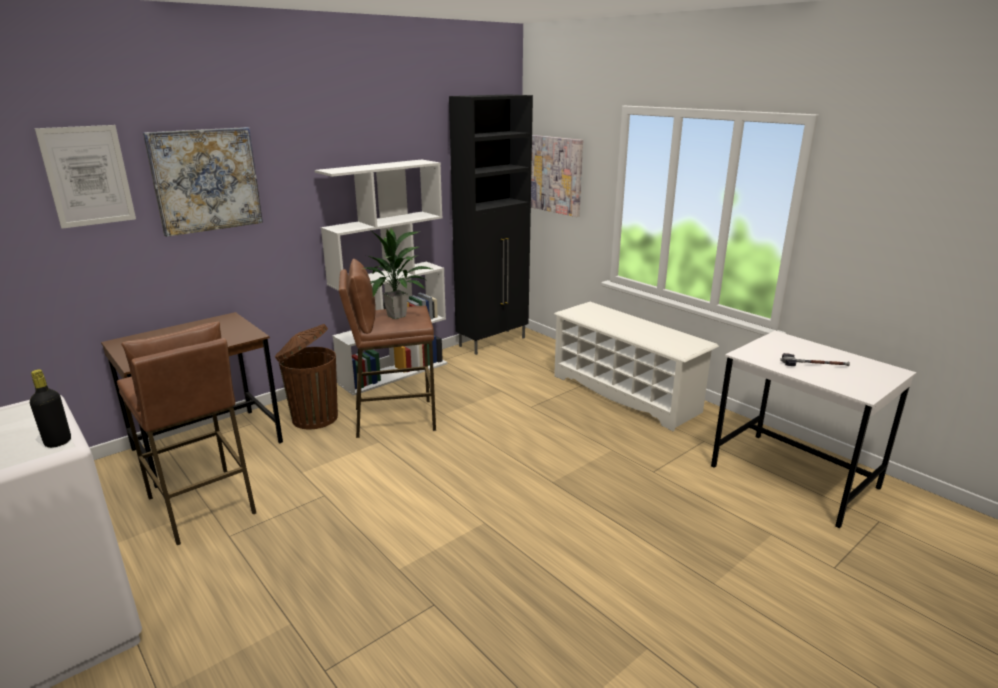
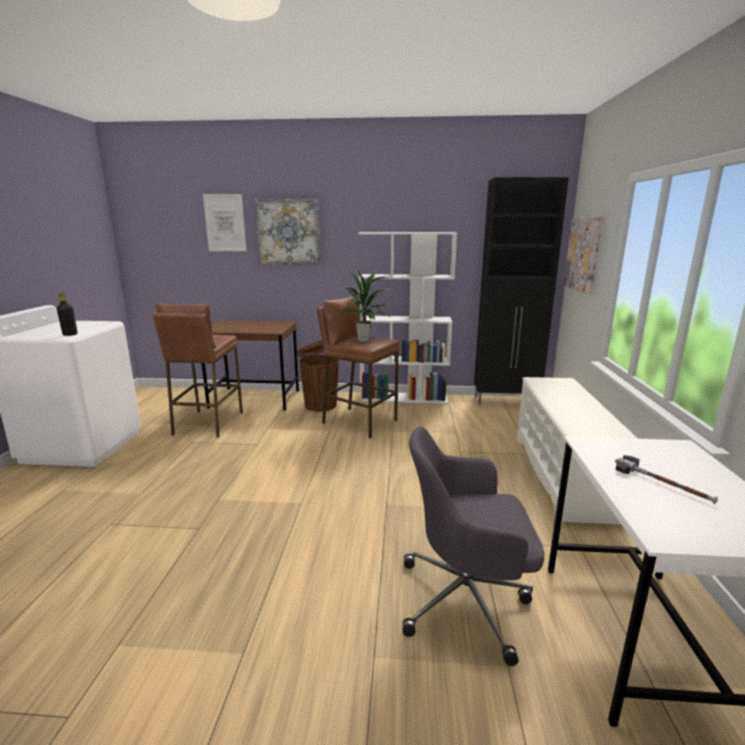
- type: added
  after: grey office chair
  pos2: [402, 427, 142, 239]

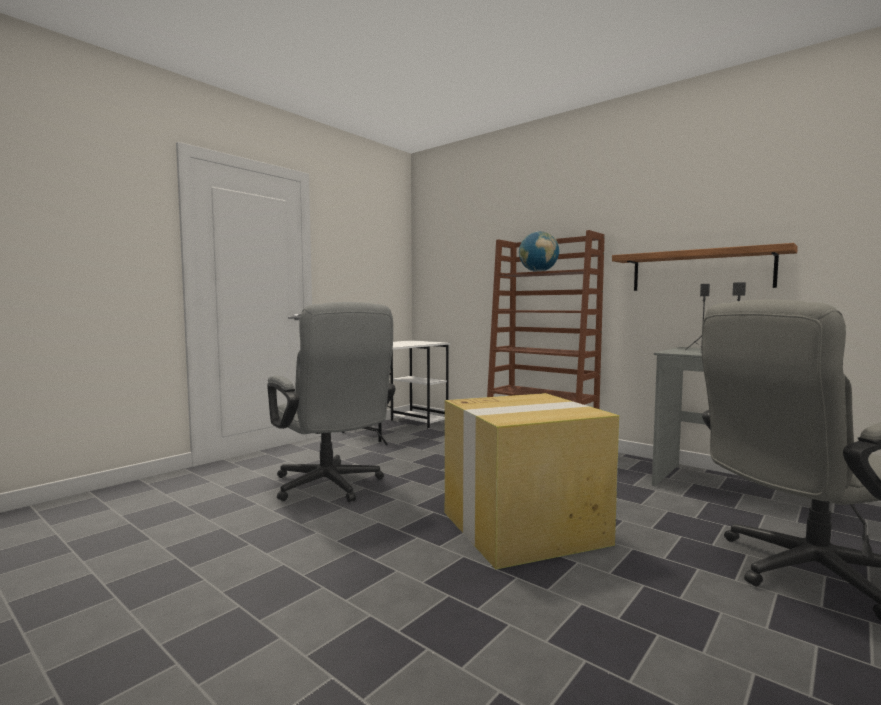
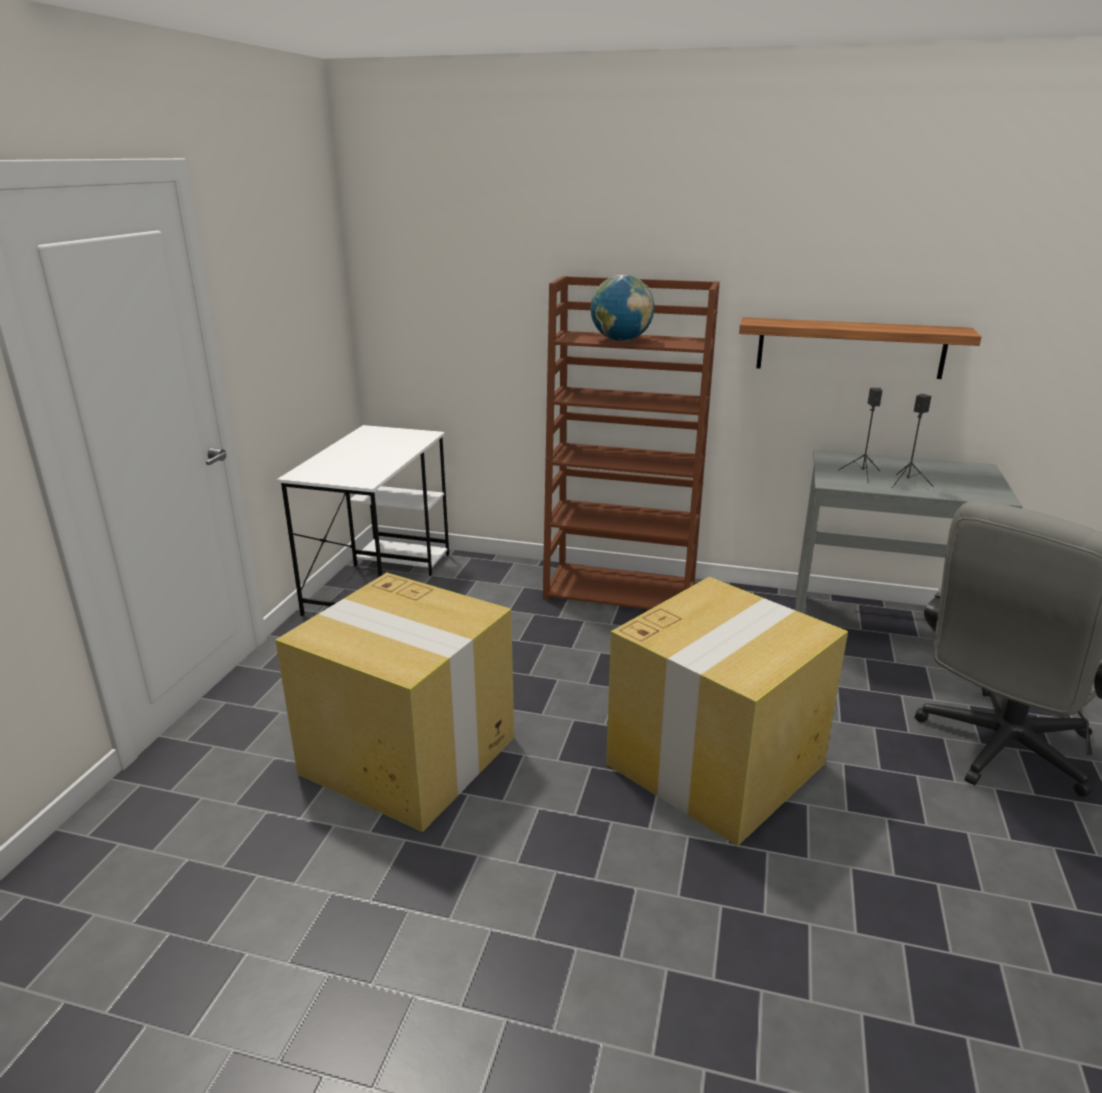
- type: replaced
  before: grey office chair
  after: cardboard box
  pos1: [267, 302, 128, 200]
  pos2: [275, 573, 239, 259]

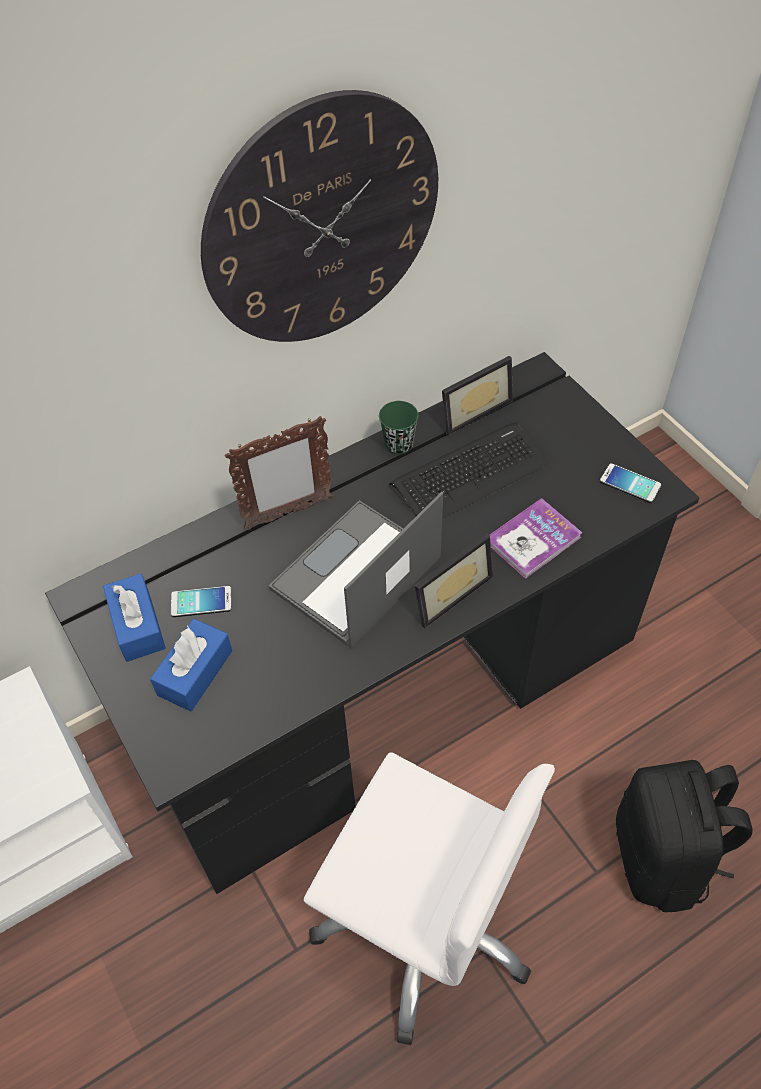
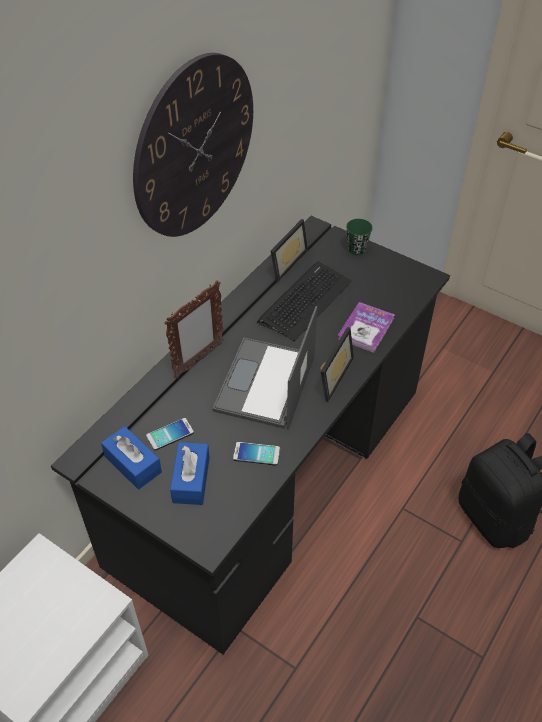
- type: moved
  before: phone
  pos1: [600, 463, 61, 40]
  pos2: [233, 442, 47, 24]
- type: moved
  before: green cup
  pos1: [379, 401, 40, 54]
  pos2: [346, 219, 27, 36]
- type: removed
  before: white office chair
  pos1: [304, 752, 251, 293]

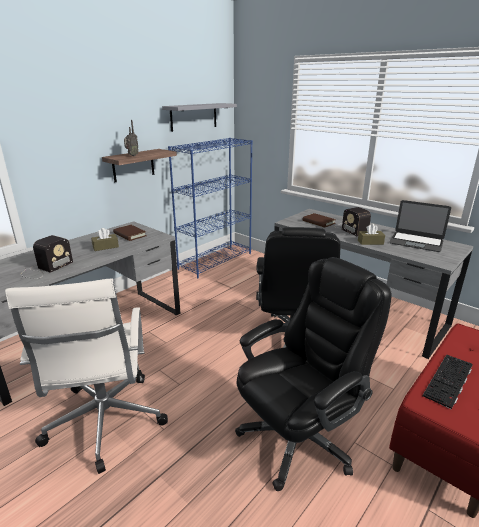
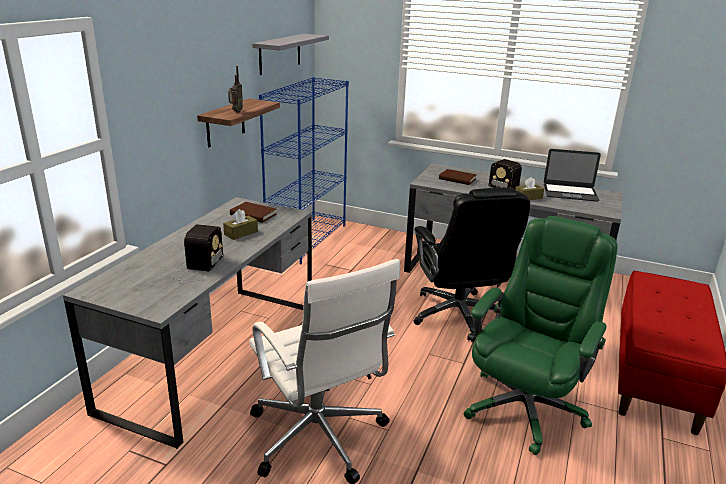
- type: recoloured
  before: black office chair
  after: green office chair
  pos1: [235, 257, 157, 234]
  pos2: [463, 216, 155, 239]
- type: removed
  before: keyboard
  pos1: [422, 354, 51, 56]

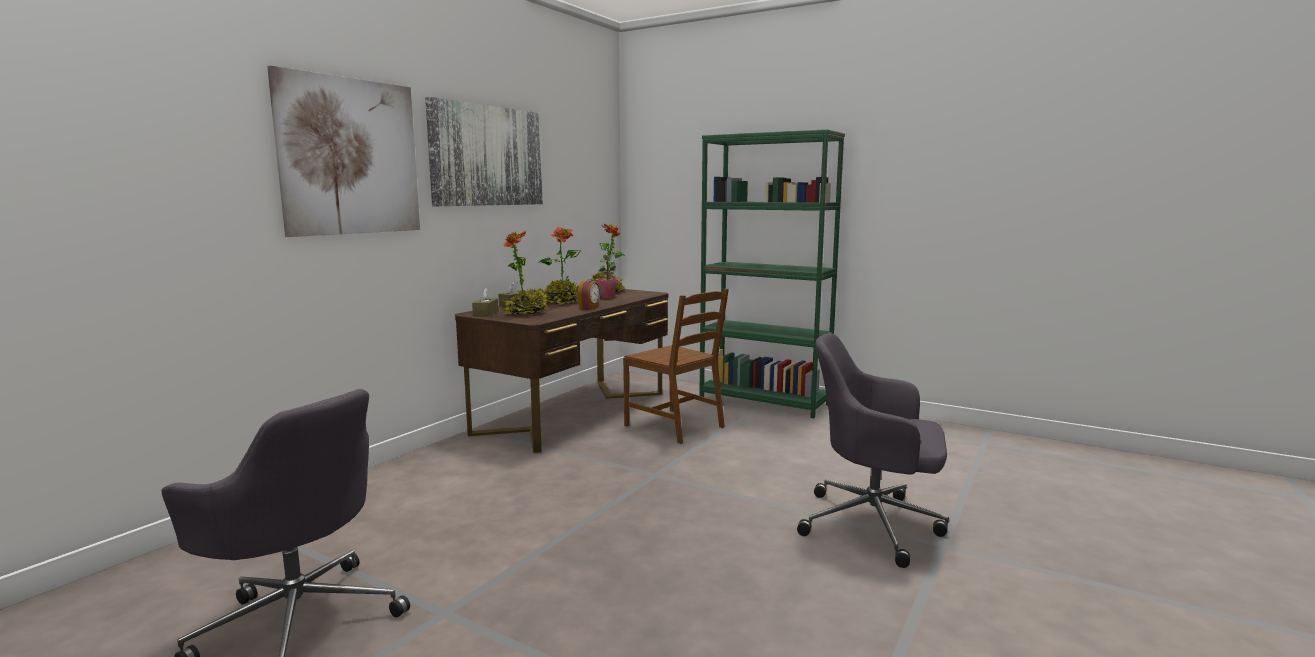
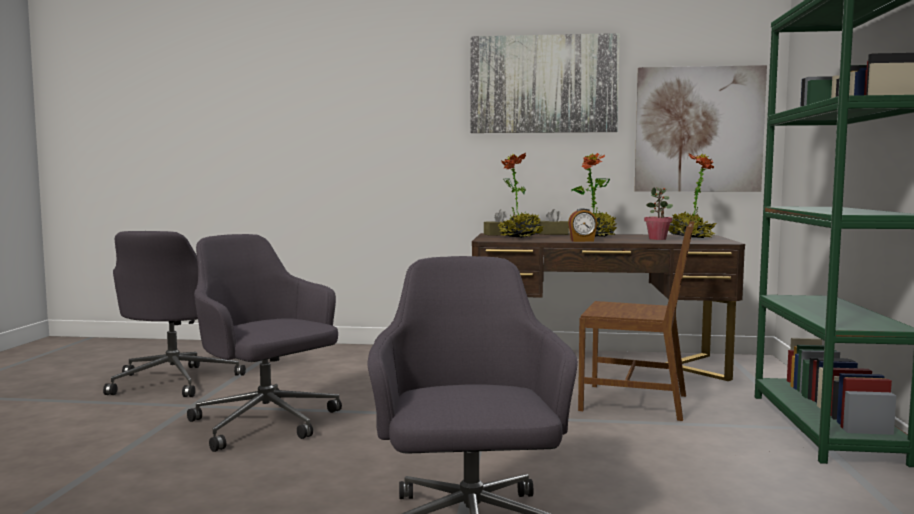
- type: added
  after: grey office chair
  pos2: [187, 234, 155, 218]
- type: turned
  before: brown chair
  pos1: [623, 289, 106, 155]
  pos2: [578, 221, 116, 200]
  turn: -90
- type: moved
  before: picture
  pos1: [267, 65, 153, 172]
  pos2: [635, 65, 132, 127]

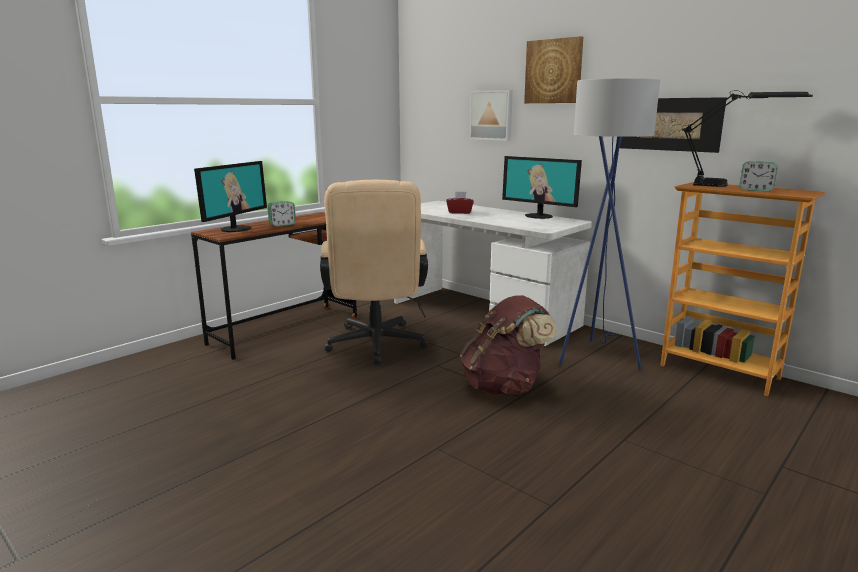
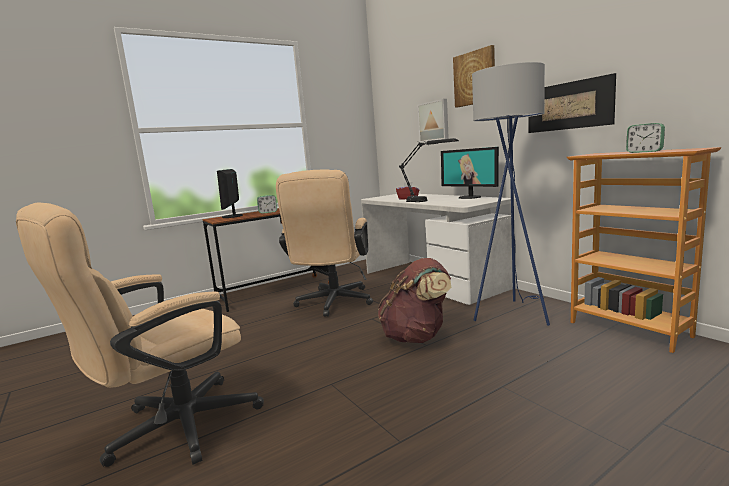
- type: added
  after: beige office chair
  pos2: [16, 203, 248, 264]
- type: turned
  before: monitor
  pos1: [194, 161, 73, 71]
  pos2: [217, 169, 26, 49]
  turn: 135
- type: moved
  before: black table lamp
  pos1: [682, 91, 131, 96]
  pos2: [399, 138, 60, 64]

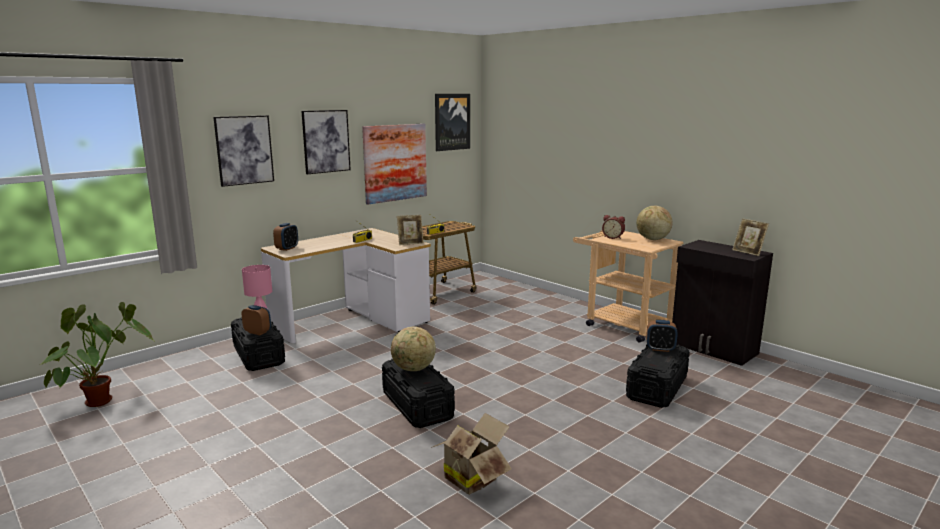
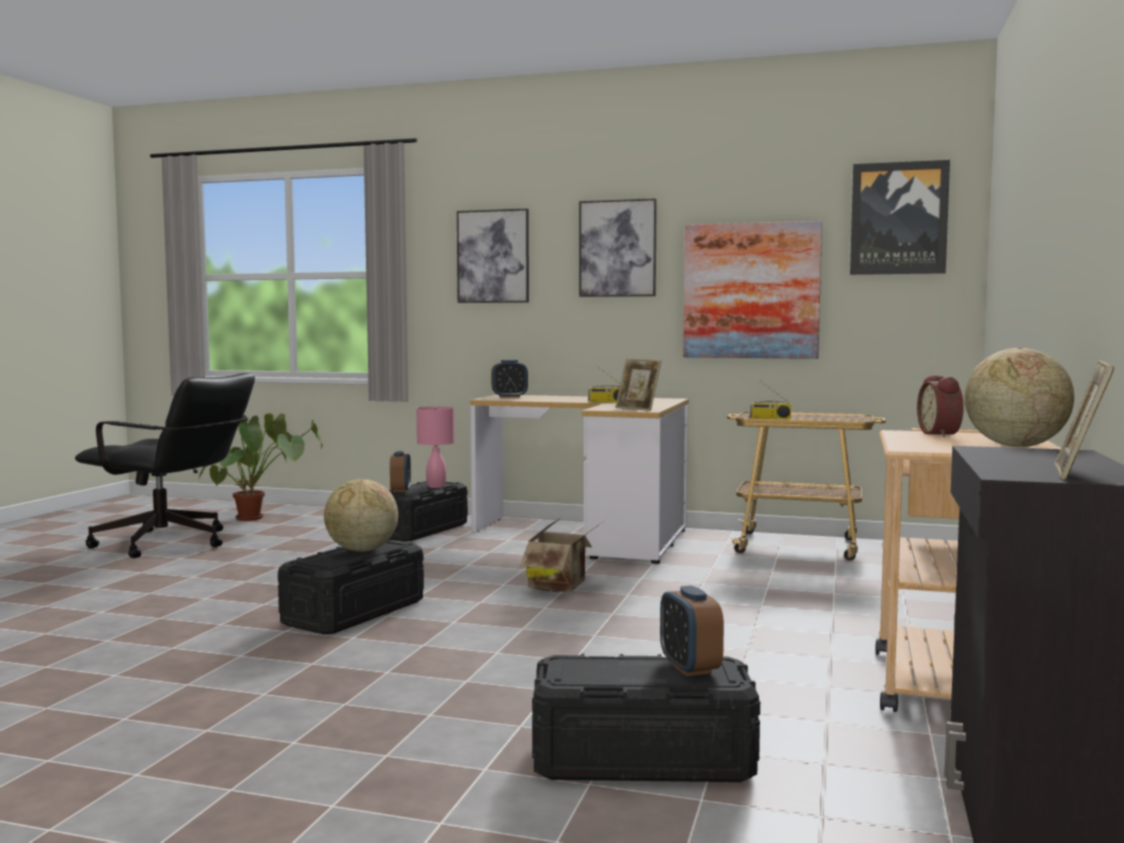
- type: added
  after: black office chair
  pos2: [75, 373, 180, 185]
- type: moved
  before: cardboard box
  pos1: [431, 413, 81, 82]
  pos2: [520, 518, 84, 74]

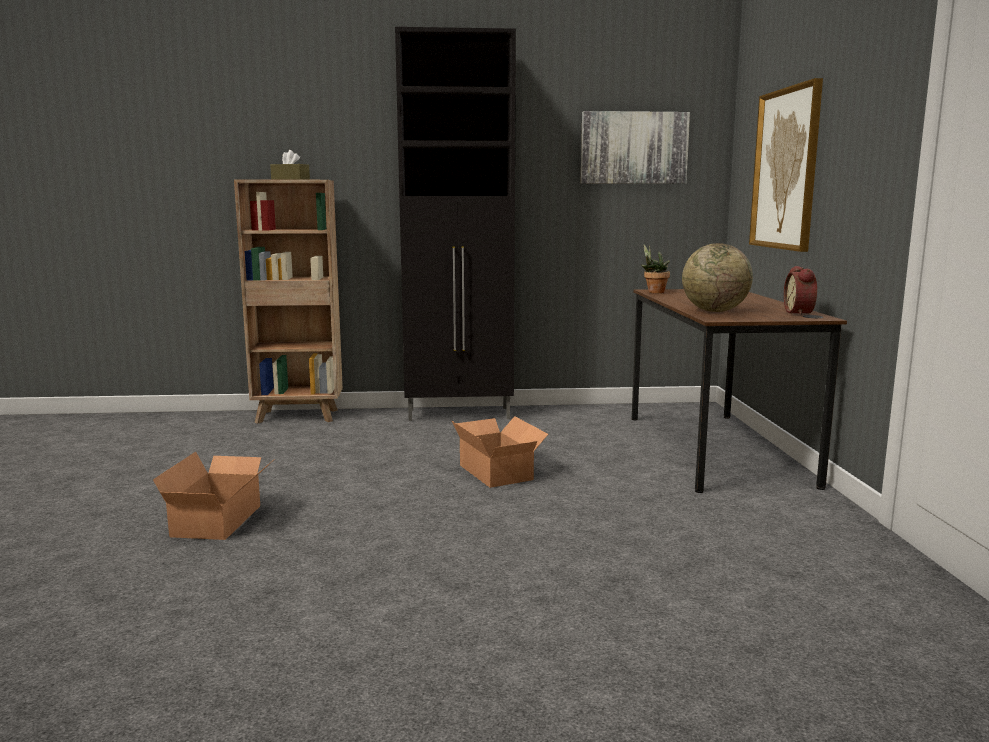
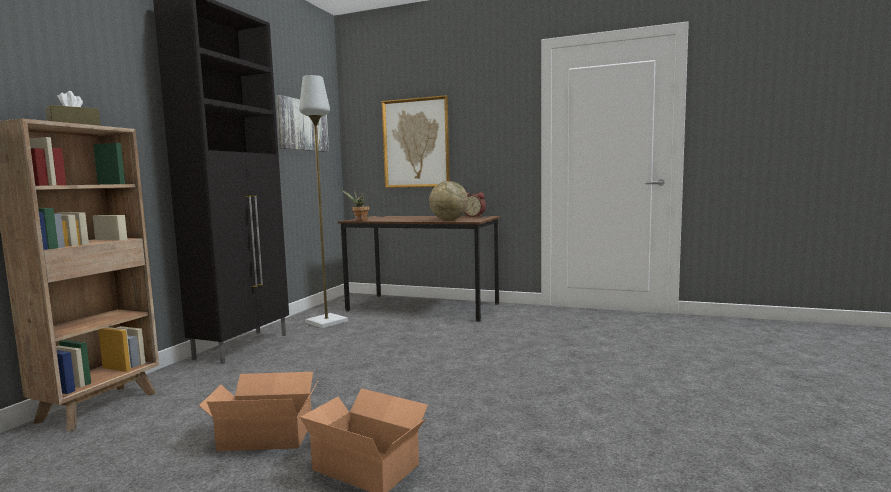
- type: moved
  before: cardboard box
  pos1: [451, 416, 97, 72]
  pos2: [199, 372, 120, 79]
- type: added
  after: grey floor lamp
  pos2: [299, 75, 49, 253]

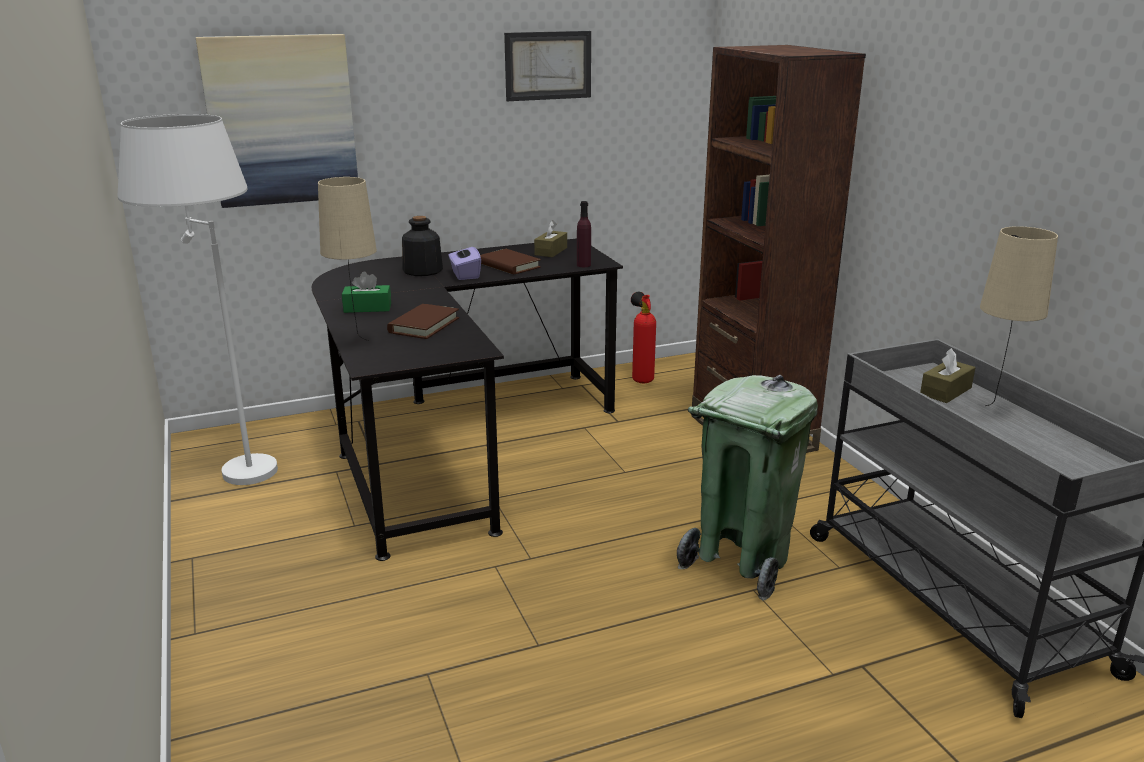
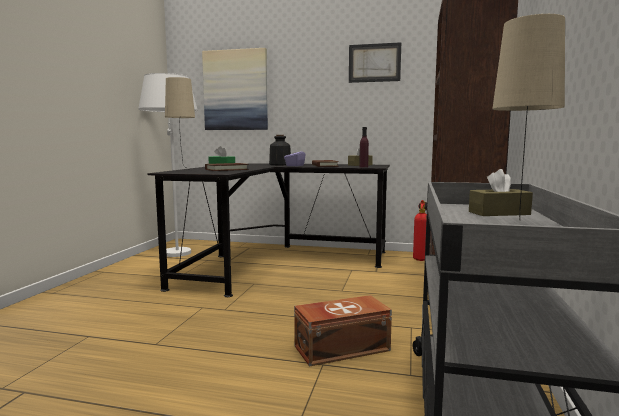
- type: replaced
  before: green trash can
  after: brown storage box
  pos1: [677, 375, 141, 225]
  pos2: [294, 295, 98, 72]

